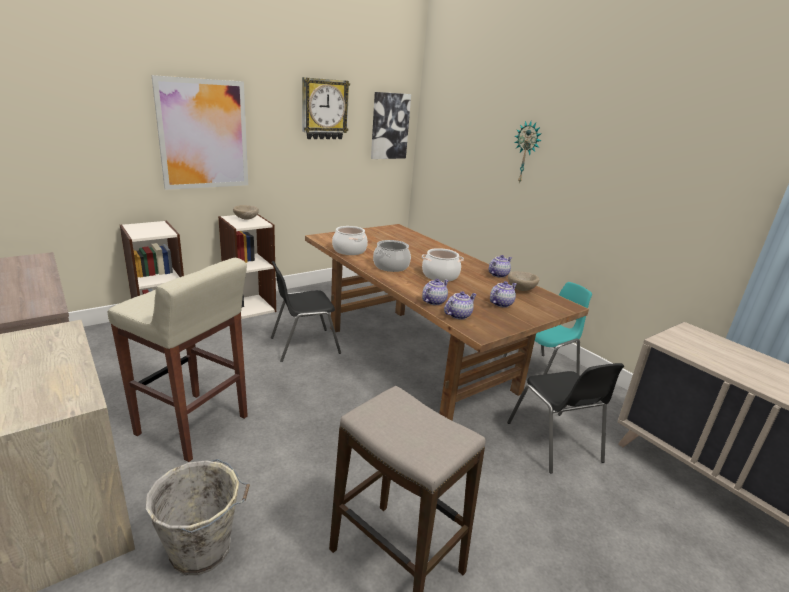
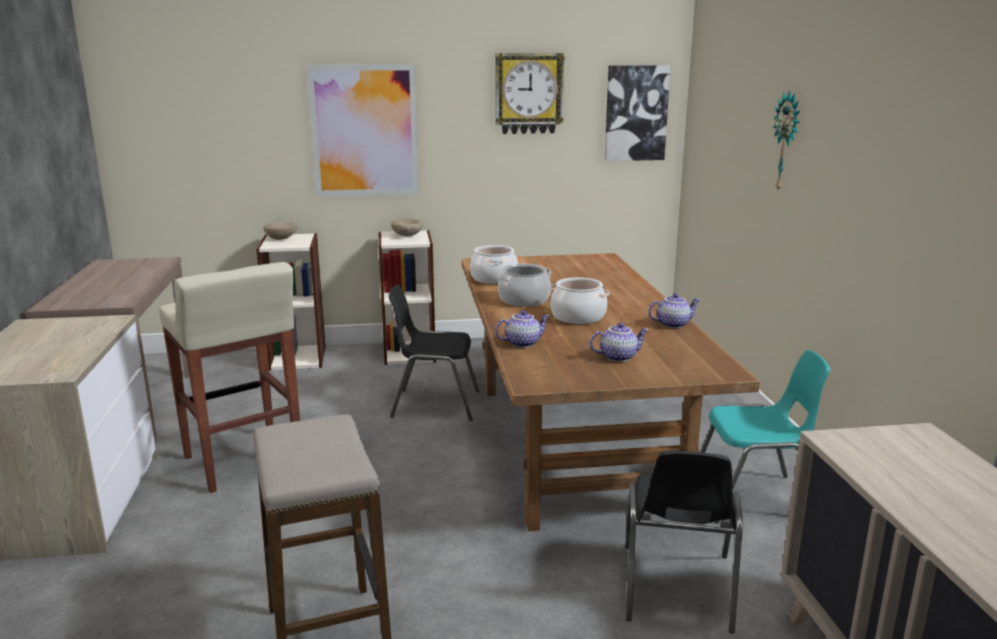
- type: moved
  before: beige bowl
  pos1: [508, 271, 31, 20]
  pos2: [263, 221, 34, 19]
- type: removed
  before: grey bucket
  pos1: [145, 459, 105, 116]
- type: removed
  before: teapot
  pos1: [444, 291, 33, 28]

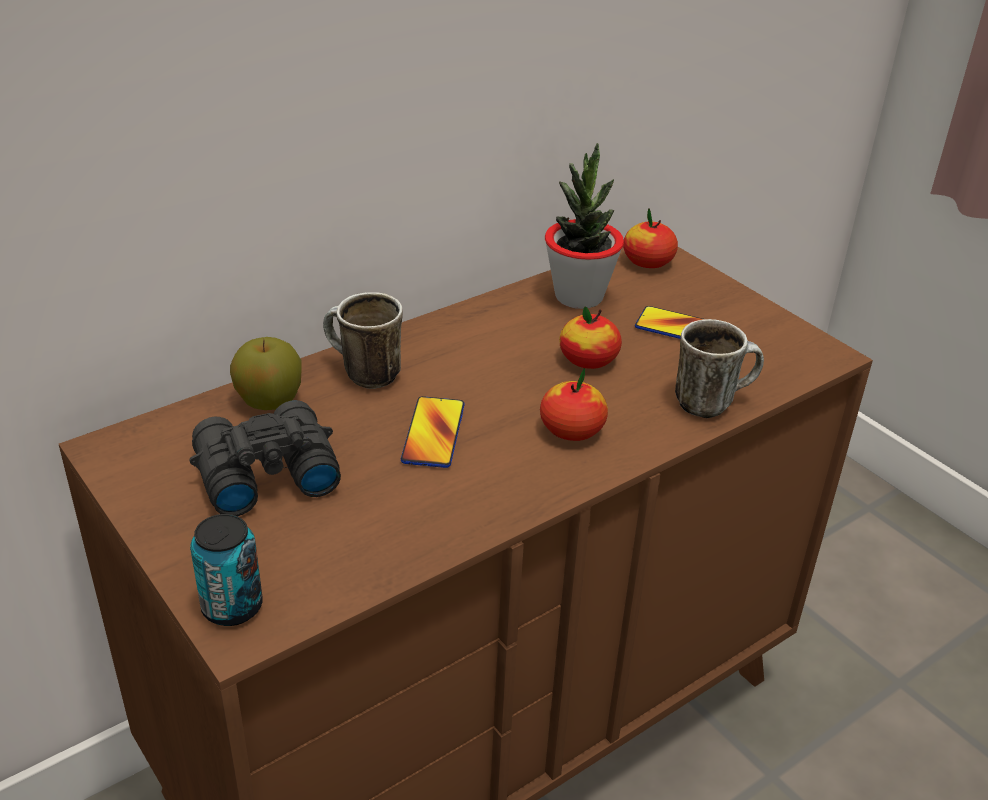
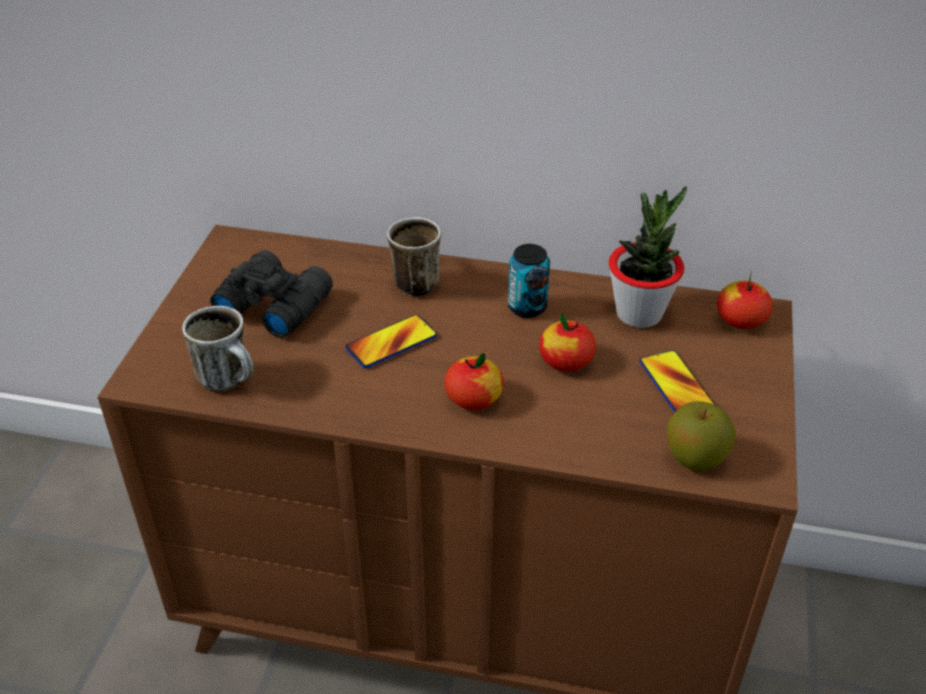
- type: moved
  before: mug
  pos1: [675, 319, 89, 99]
  pos2: [182, 306, 72, 85]
- type: moved
  before: can
  pos1: [190, 514, 73, 112]
  pos2: [508, 244, 42, 74]
- type: moved
  before: apple
  pos1: [230, 337, 72, 73]
  pos2: [667, 401, 69, 70]

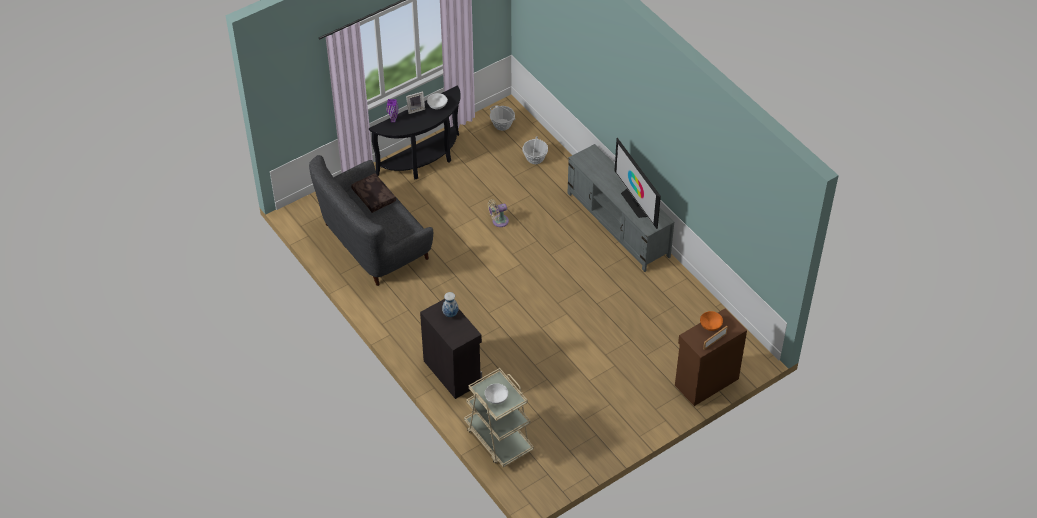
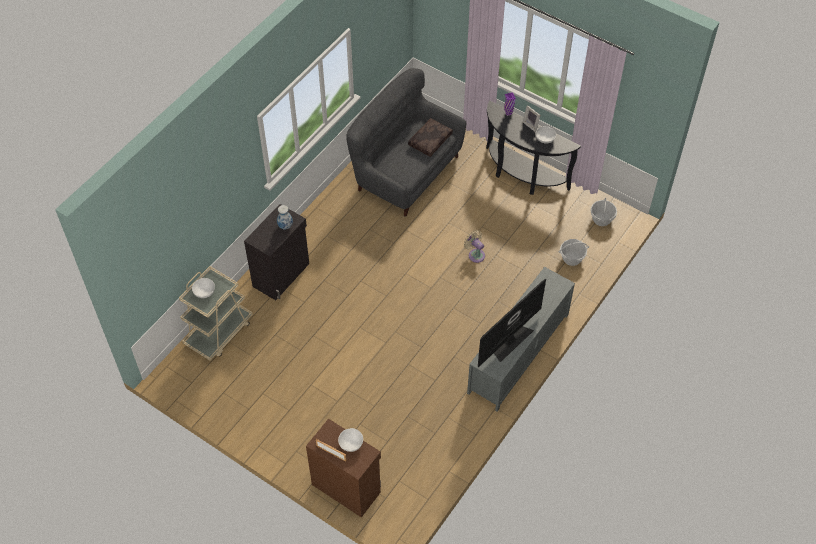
- type: recoloured
  before: orange bowl
  after: white bowl
  pos1: [700, 311, 23, 20]
  pos2: [338, 428, 25, 24]

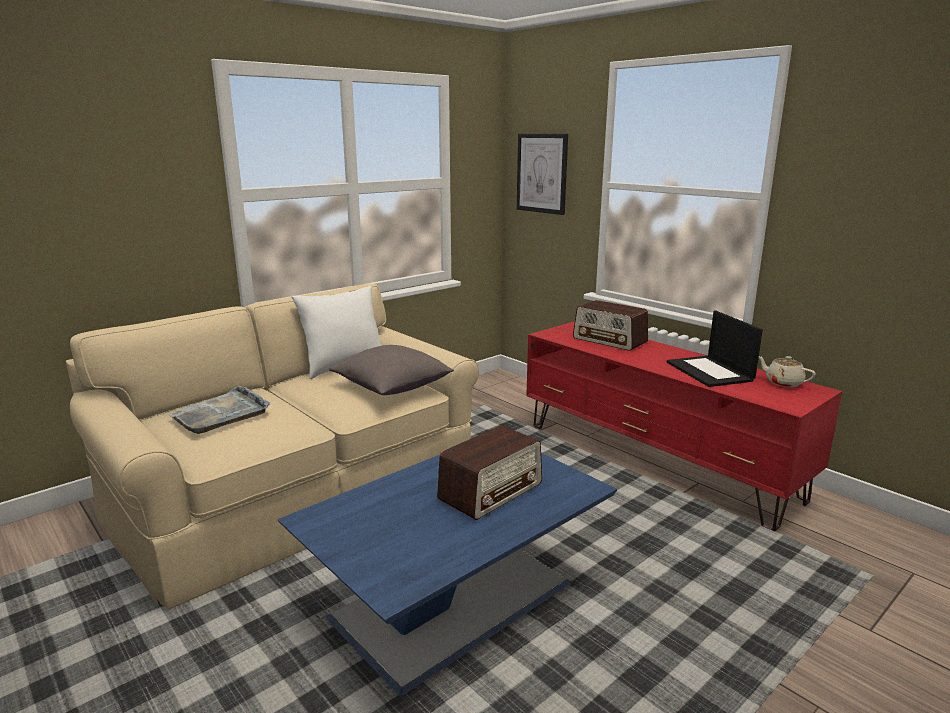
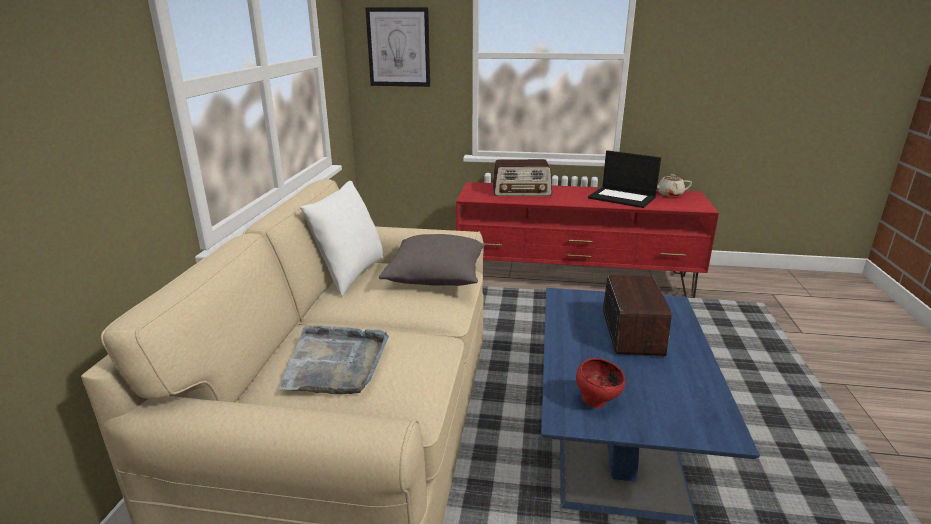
- type: added
  after: red bowl
  pos2: [576, 358, 49, 50]

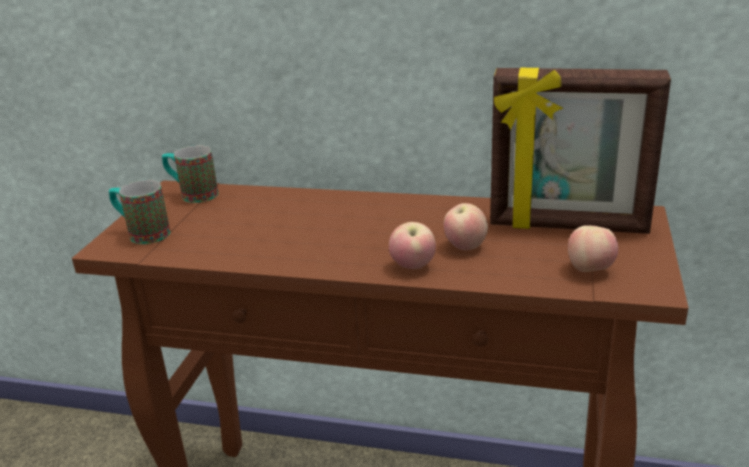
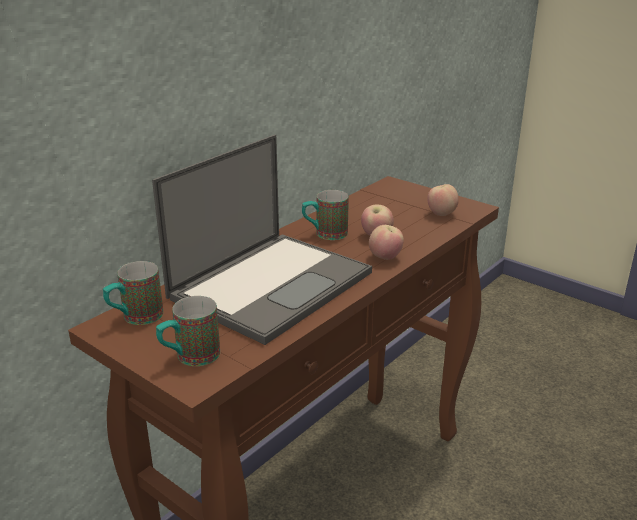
- type: added
  after: laptop
  pos2: [152, 135, 220, 210]
- type: added
  after: mug
  pos2: [302, 190, 47, 50]
- type: removed
  before: picture frame
  pos1: [490, 68, 181, 166]

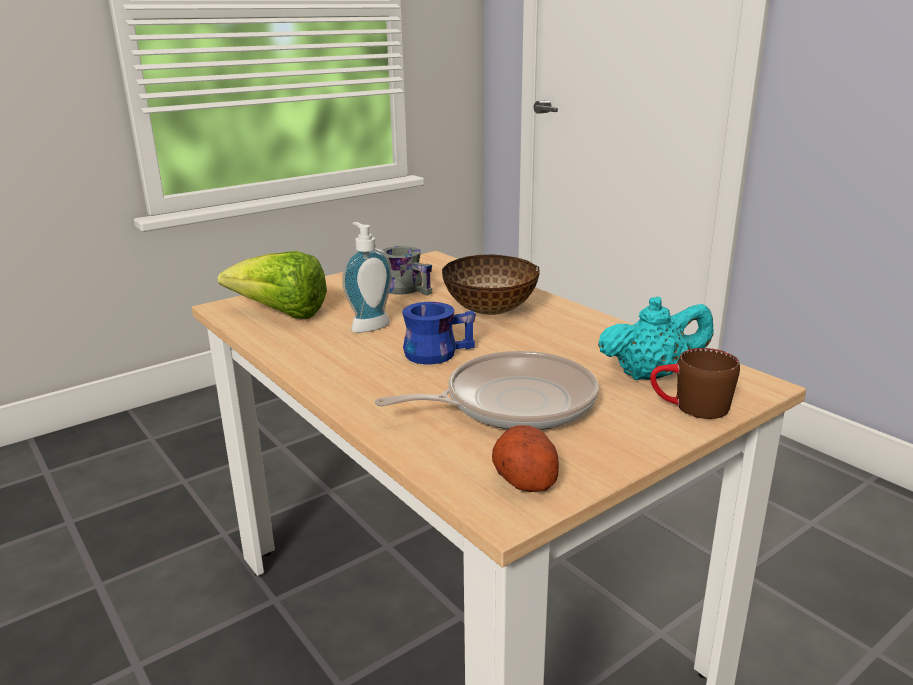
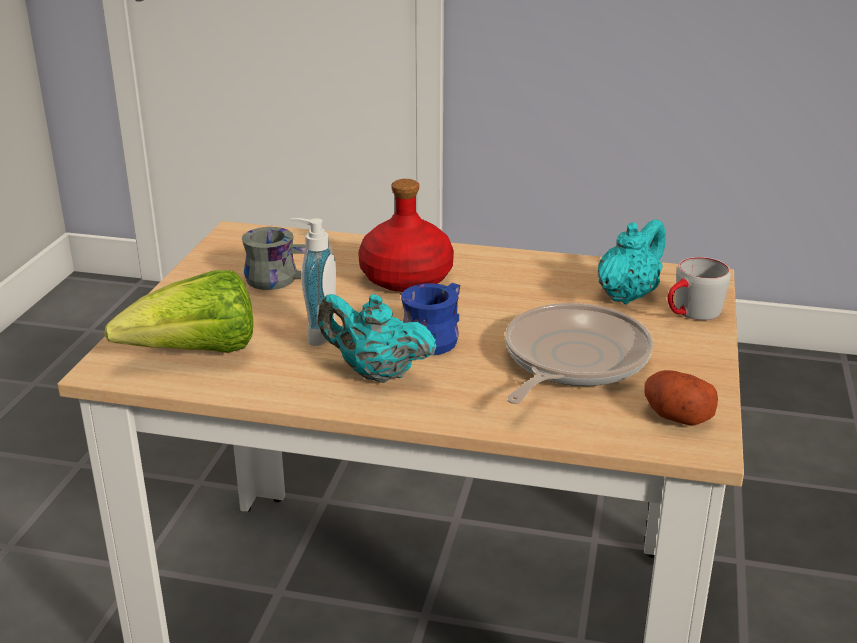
- type: added
  after: turquoise teapot
  pos2: [318, 294, 119, 89]
- type: replaced
  before: bowl
  after: red bottle
  pos1: [442, 254, 98, 61]
  pos2: [358, 179, 96, 113]
- type: recoloured
  before: brown mug
  after: grey mug
  pos1: [650, 348, 90, 71]
  pos2: [668, 257, 63, 63]

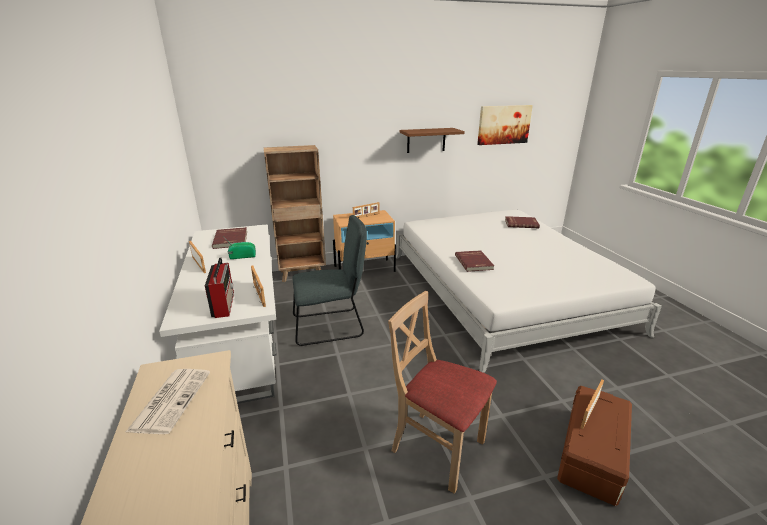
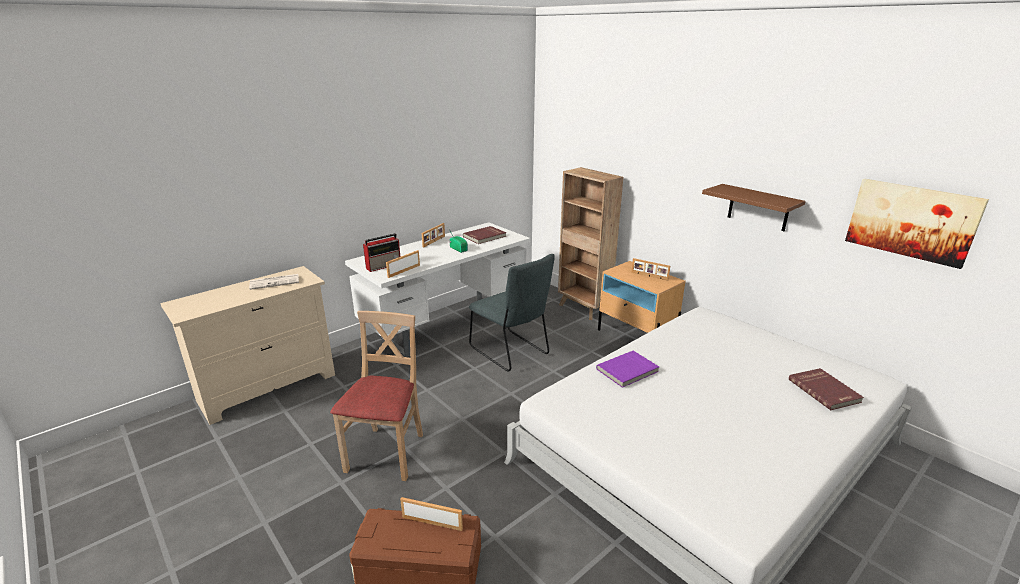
- type: recoloured
  before: red book
  after: purple book
  pos1: [455, 250, 39, 22]
  pos2: [596, 351, 63, 37]

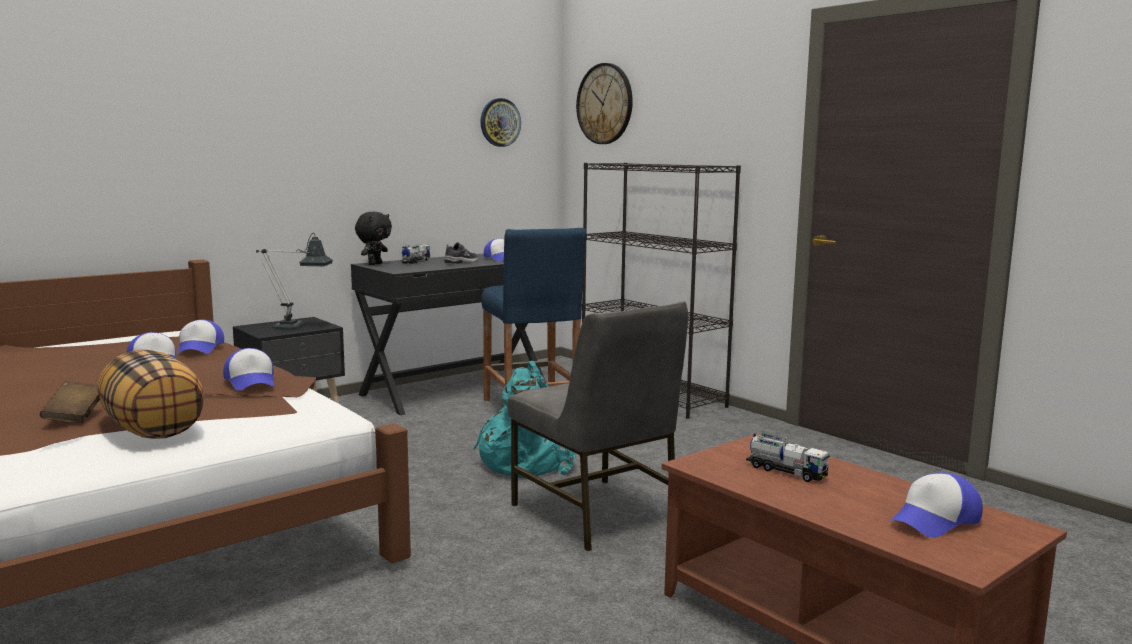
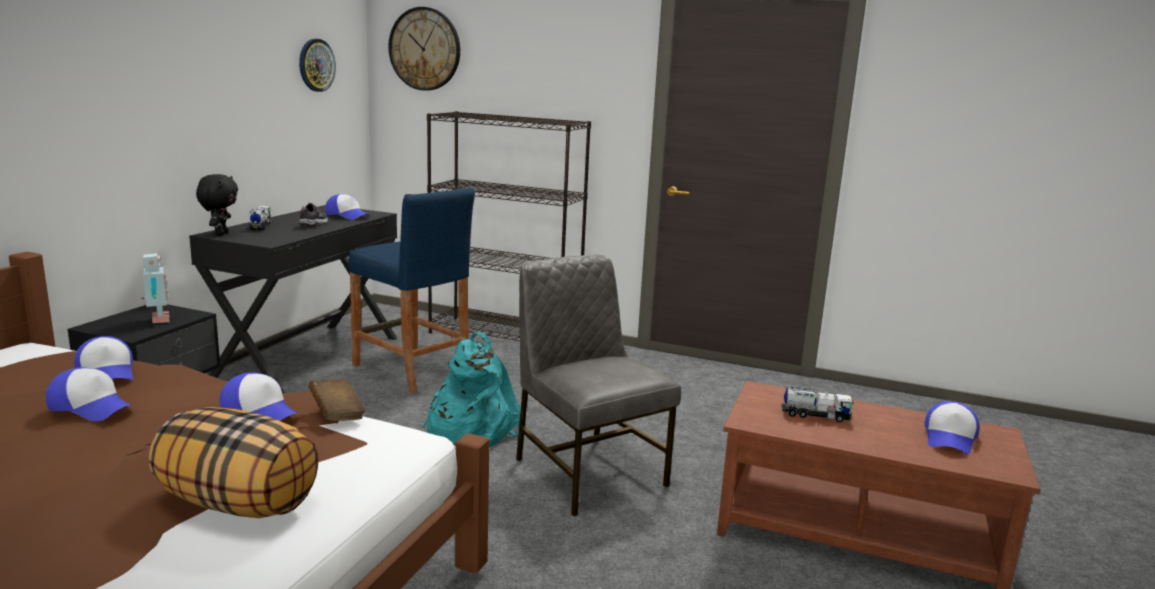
- type: replaced
  before: table lamp
  after: toy robot
  pos1: [256, 233, 77, 97]
  pos2: [141, 253, 29, 70]
- type: moved
  before: brown book
  pos1: [40, 381, 60, 42]
  pos2: [308, 379, 57, 42]
- type: turned
  before: grey chair
  pos1: [508, 301, 180, 250]
  pos2: [516, 255, 165, 261]
  turn: -150

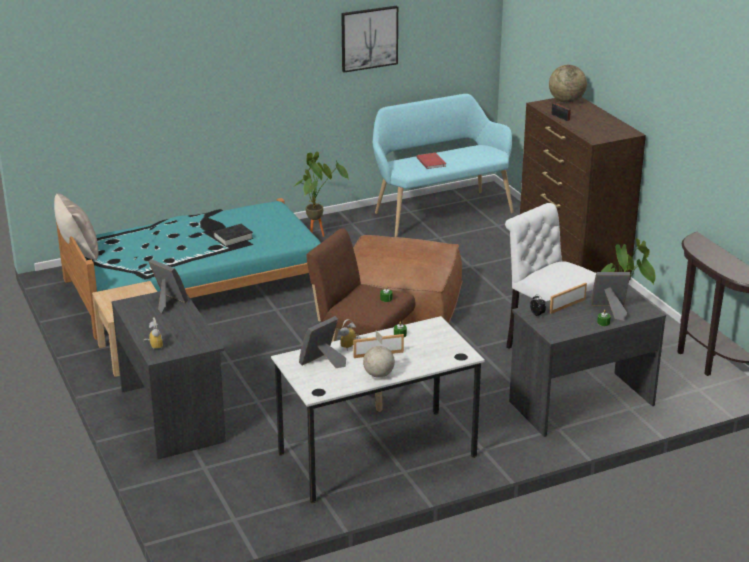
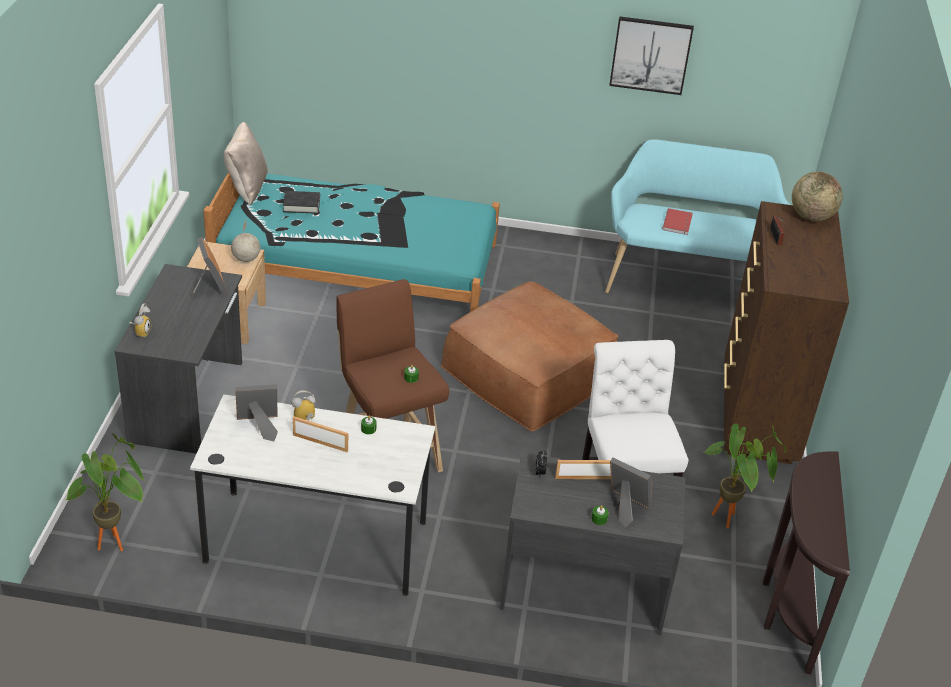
- type: moved
  before: potted plant
  pos1: [293, 152, 56, 85]
  pos2: [65, 433, 80, 118]
- type: moved
  before: globe
  pos1: [363, 331, 32, 47]
  pos2: [231, 220, 29, 42]
- type: moved
  before: black book
  pos1: [213, 224, 40, 23]
  pos2: [283, 191, 37, 23]

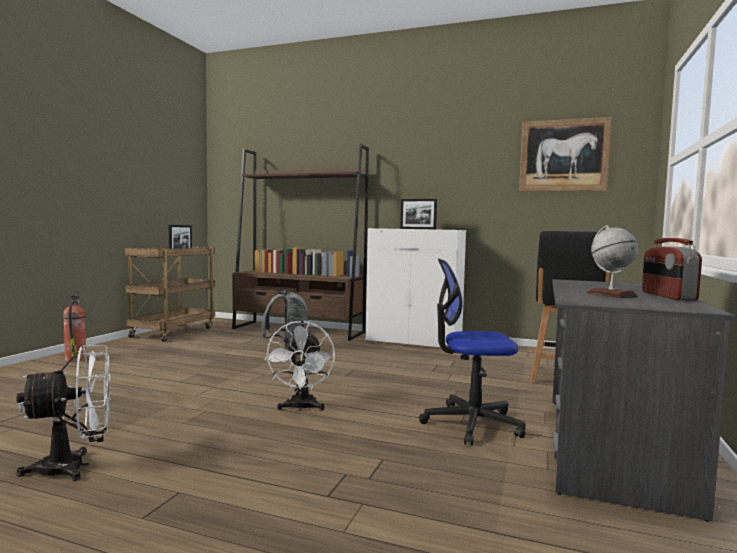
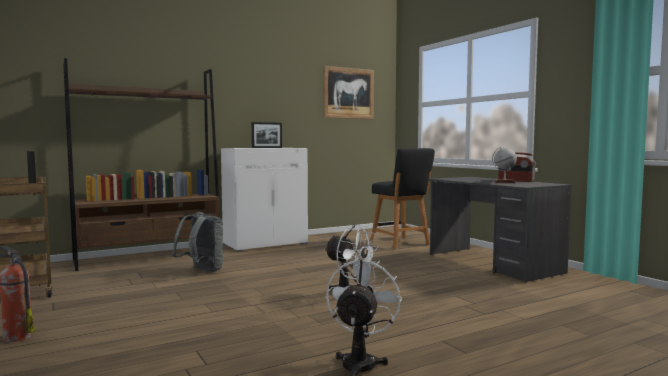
- type: removed
  before: office chair
  pos1: [419, 258, 107, 187]

